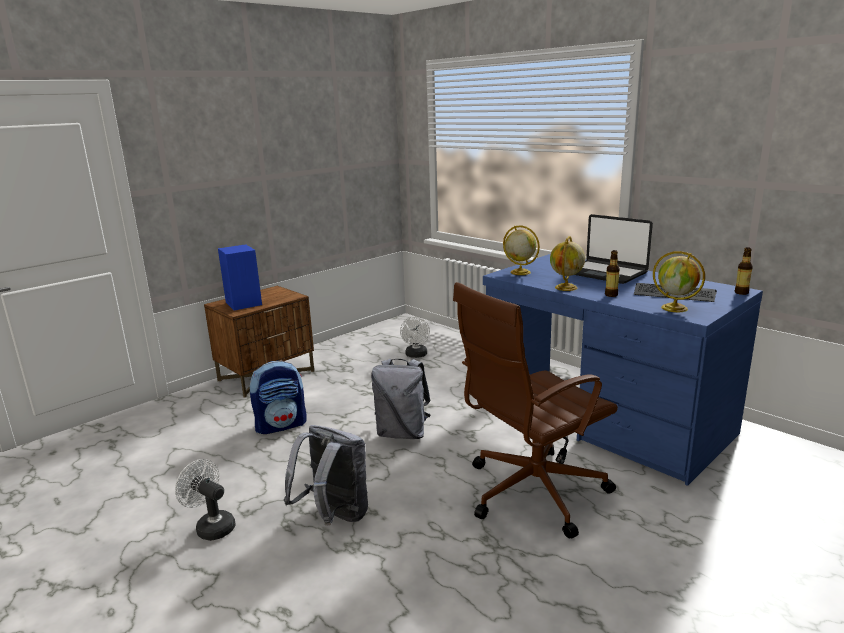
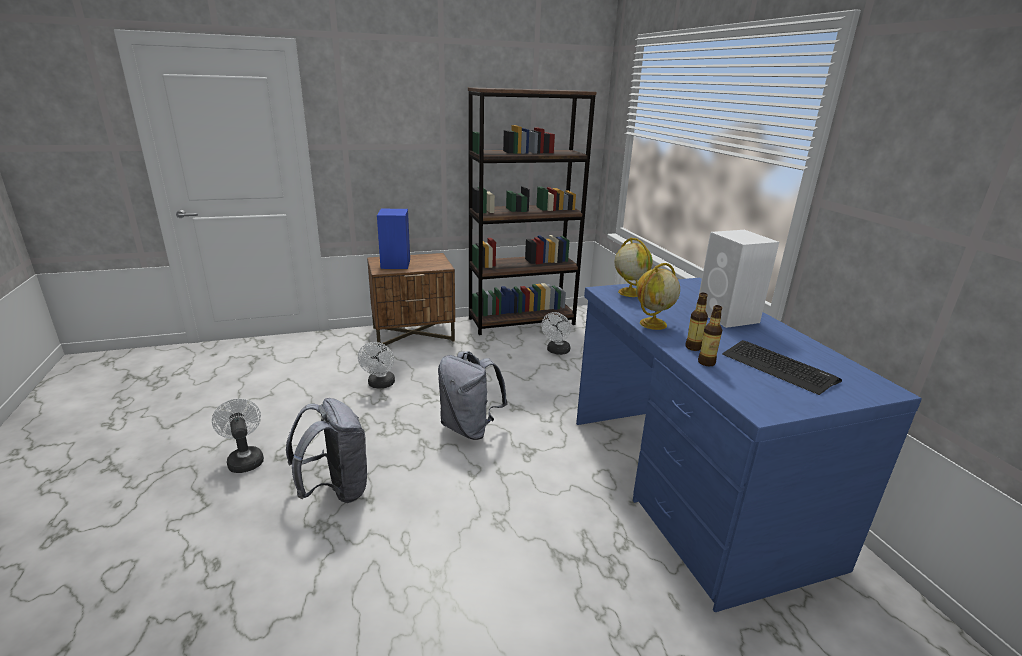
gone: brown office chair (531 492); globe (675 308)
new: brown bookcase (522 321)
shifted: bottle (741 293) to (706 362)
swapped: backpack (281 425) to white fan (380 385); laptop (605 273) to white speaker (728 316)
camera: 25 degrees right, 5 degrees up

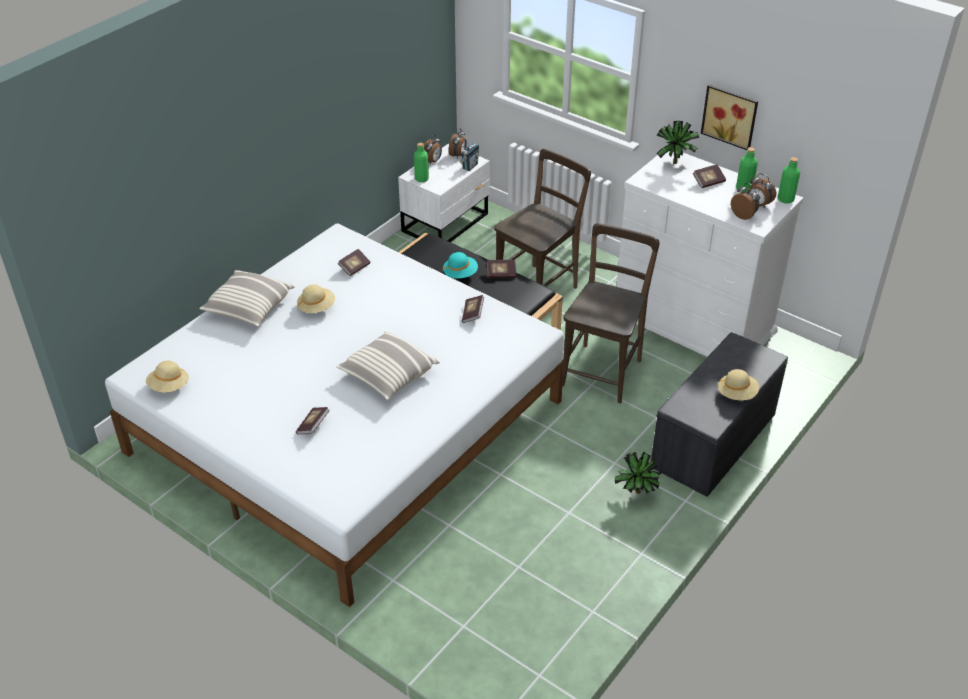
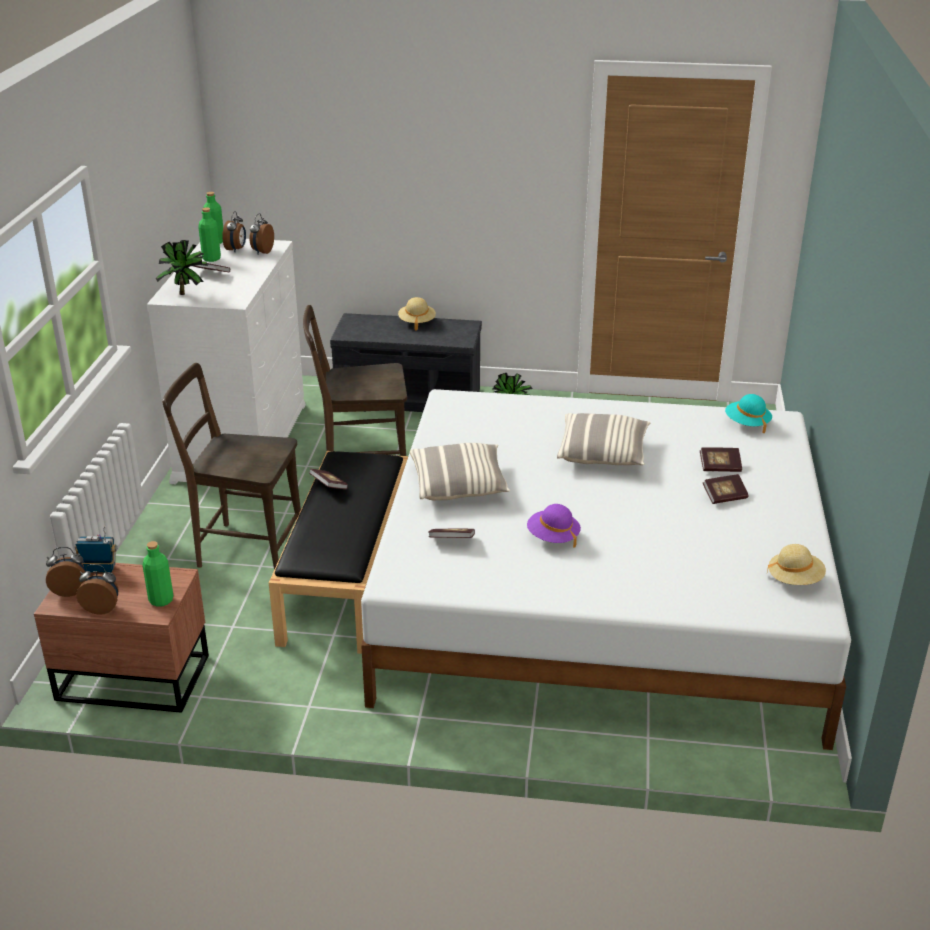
gone: picture (730 116)
shifted: pillow (249 308) to (459 485); book (472 314) to (724 497); turquoise hat (460 274) to (747 423)
repainted: white nightstand (447 222) to brown nightstand (132 675); beige hat (316 307) to purple hat (553 537)
camera: 120 degrees left, 10 degrees down

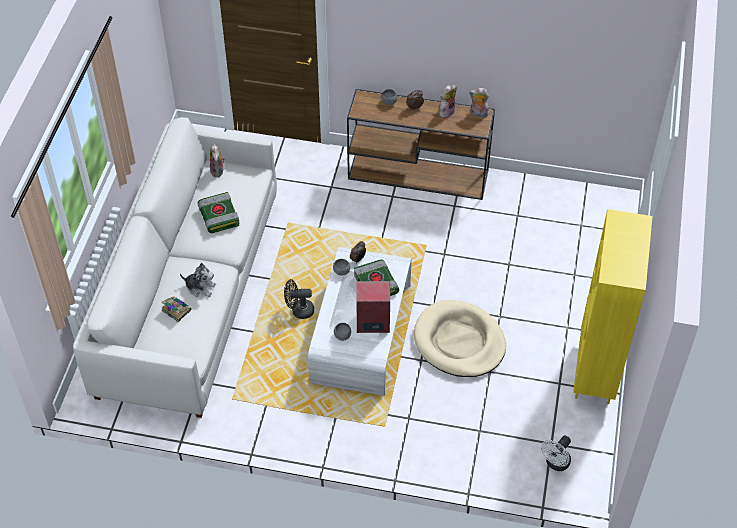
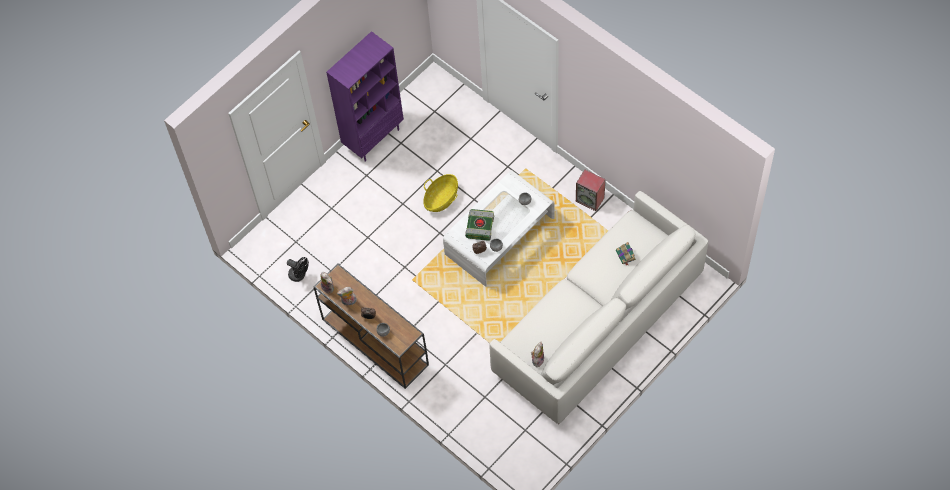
gone: plush toy (200 287); book (218 216); white fan (555 464)
shifted: black fan (299 311) to (299 275); speaker (372 323) to (590 199)
swapped: beige dog bed (459 342) to basket (441 199)
repainted: yellow bookcase (596 373) to purple bookcase (373 138)
camera: 145 degrees left, 10 degrees up

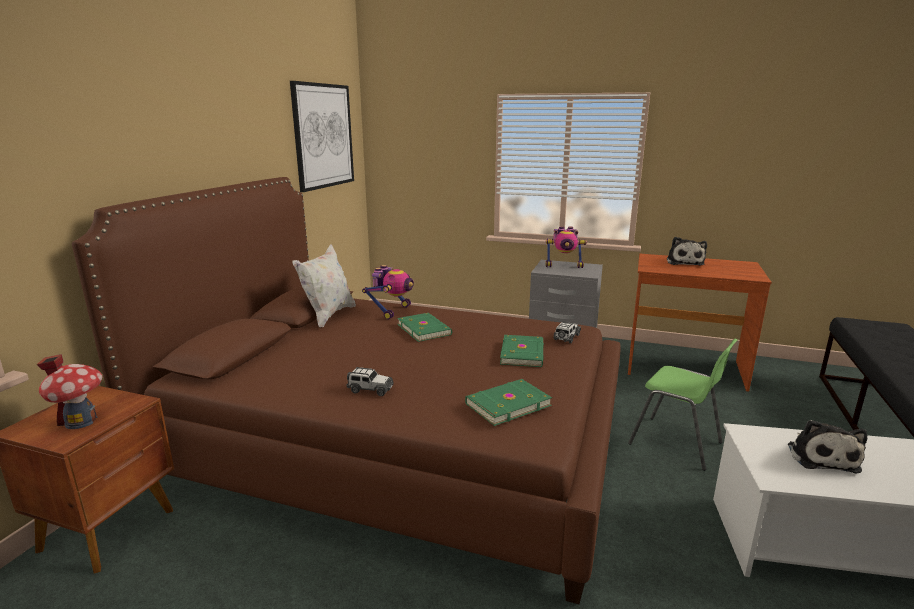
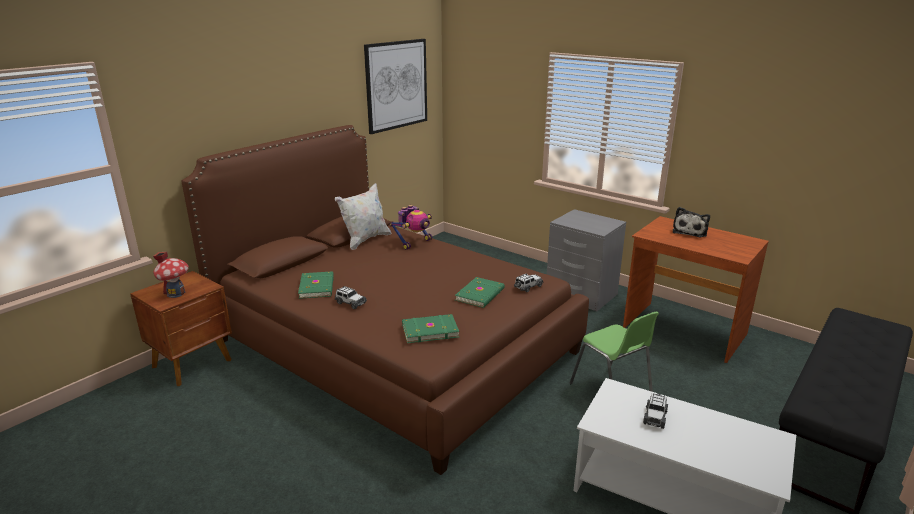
gone: toy robot (564 266)
shifted: green book (424 329) to (317 287)
swapped: plush toy (821 456) to toy car (655 417)
camera: 20 degrees right, 5 degrees up

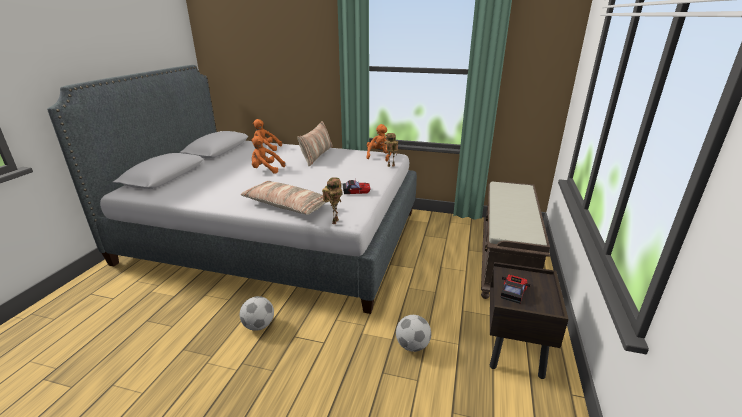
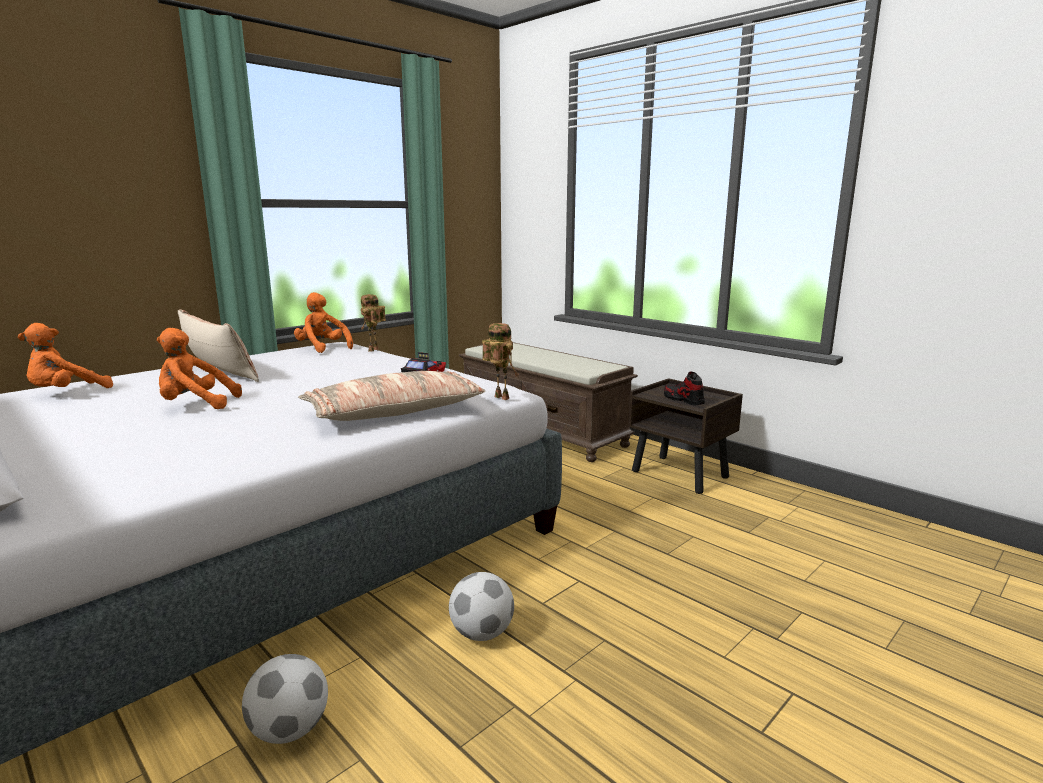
shifted: football (412 346) to (289 730)
swapped: toy car (513 291) to shoe (683 400)
rotated: orange plush toy (266 170) = (195 405) 45 degrees clockwise
camera: 60 degrees left, 10 degrees down

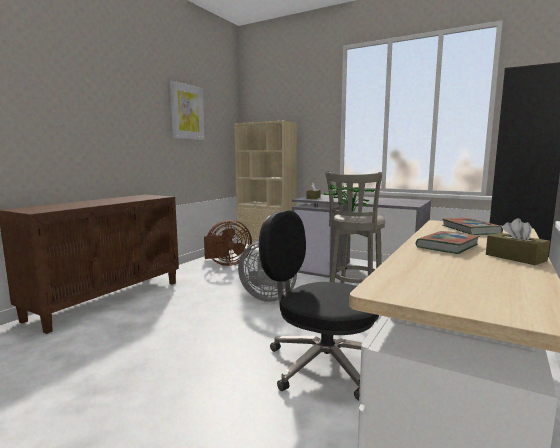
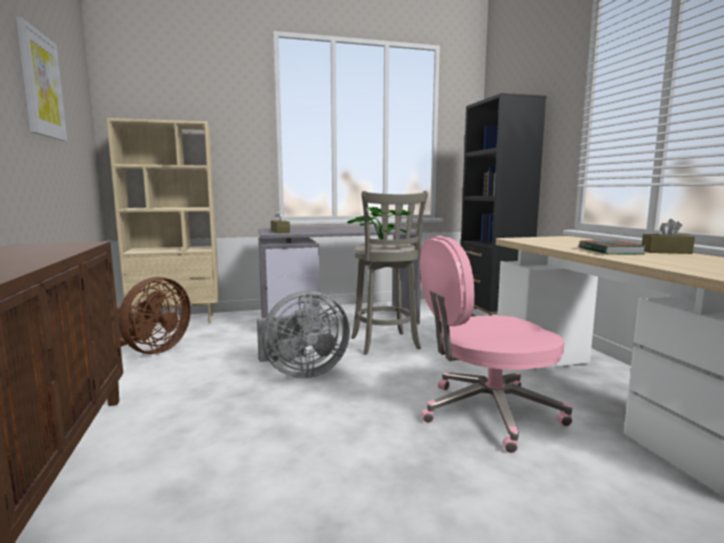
gone: book (470 230)
repainted: black office chair (321 364) to pink office chair (487 413)
camera: 45 degrees left, 0 degrees up

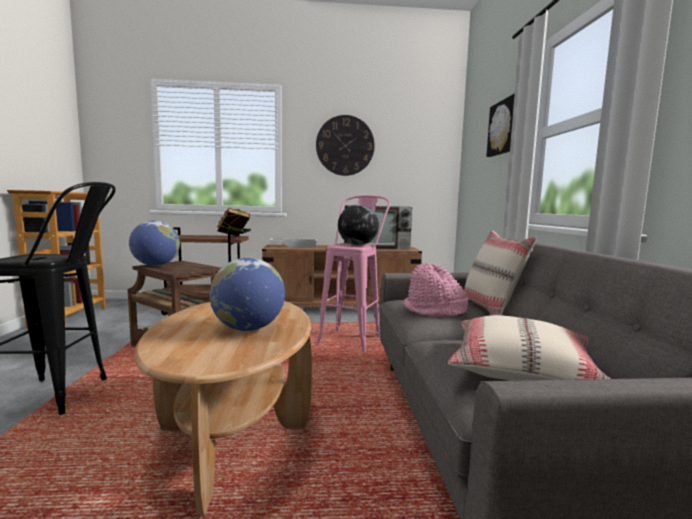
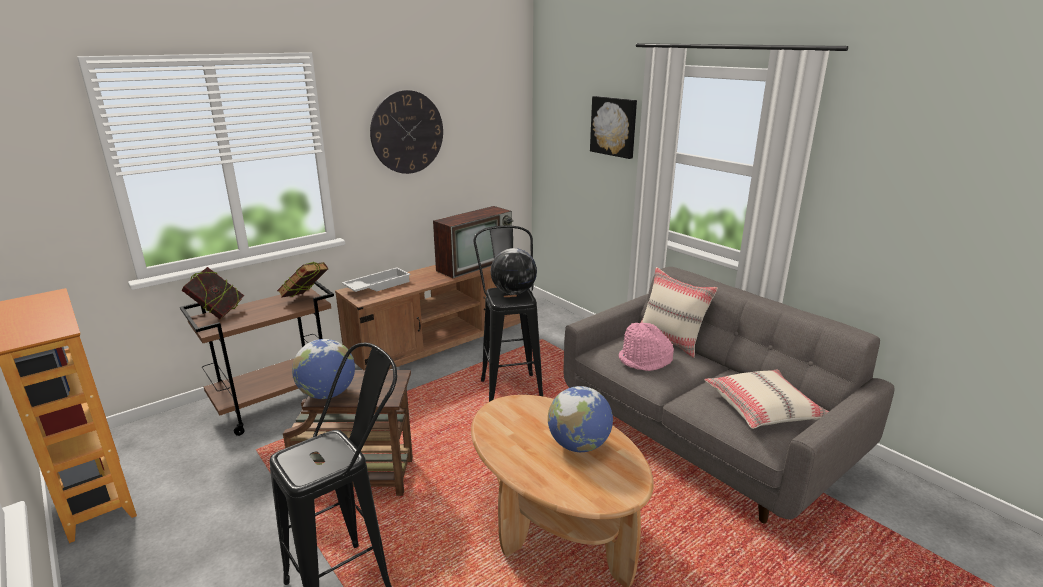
new: book (218 313)
repainted: pink stool (353 337) to black stool (509 385)
camera: 35 degrees left, 15 degrees up

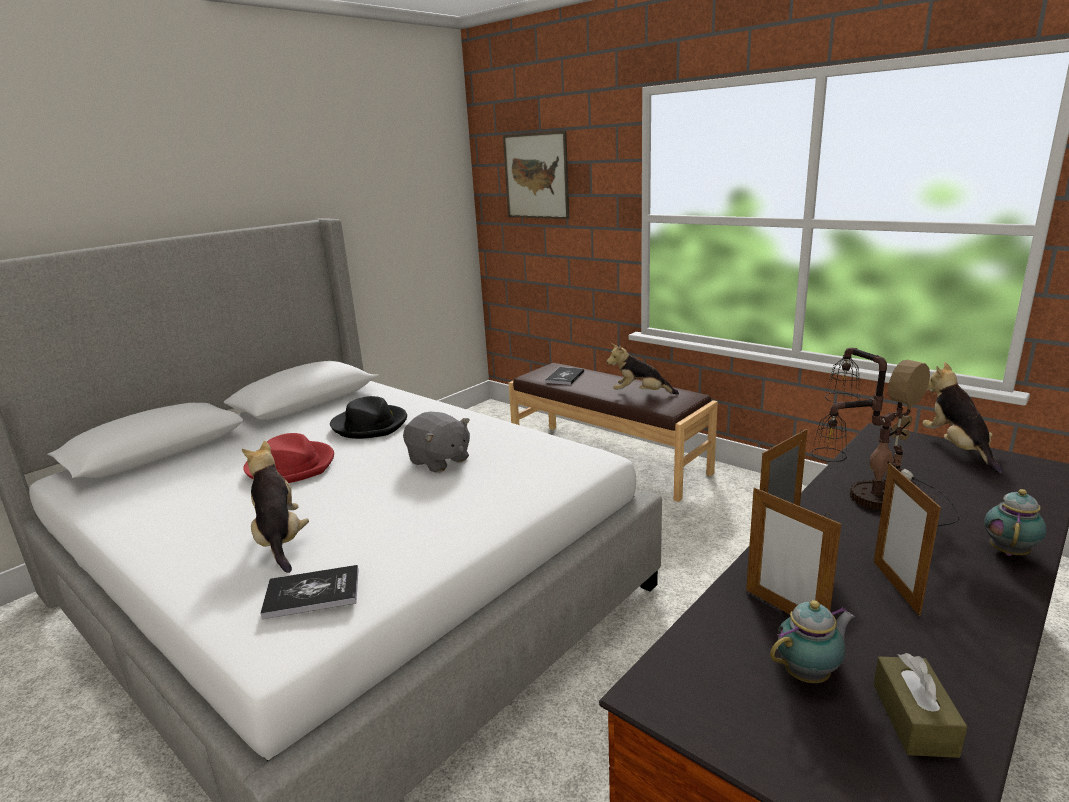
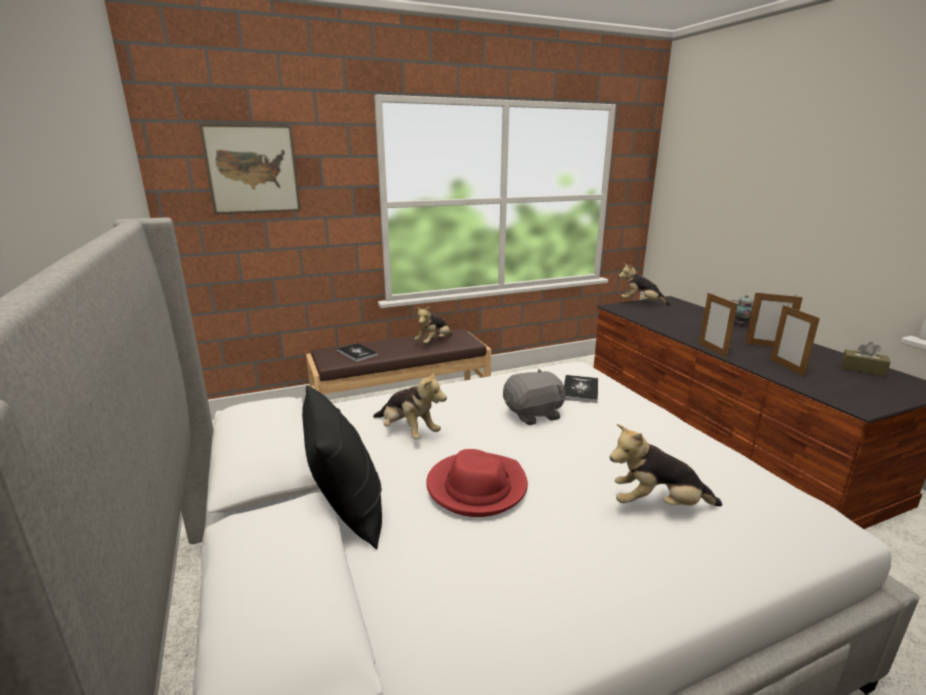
gone: teapot (809 674); table lamp (871 498)
new: black pillow (348 510)
shifted: book (312 593) to (580 390)
swapped: black hat (370 425) to plush toy (408 432)
rotated: picture frame (784 611) = (786 367) 90 degrees clockwise
camera: 65 degrees left, 0 degrees up

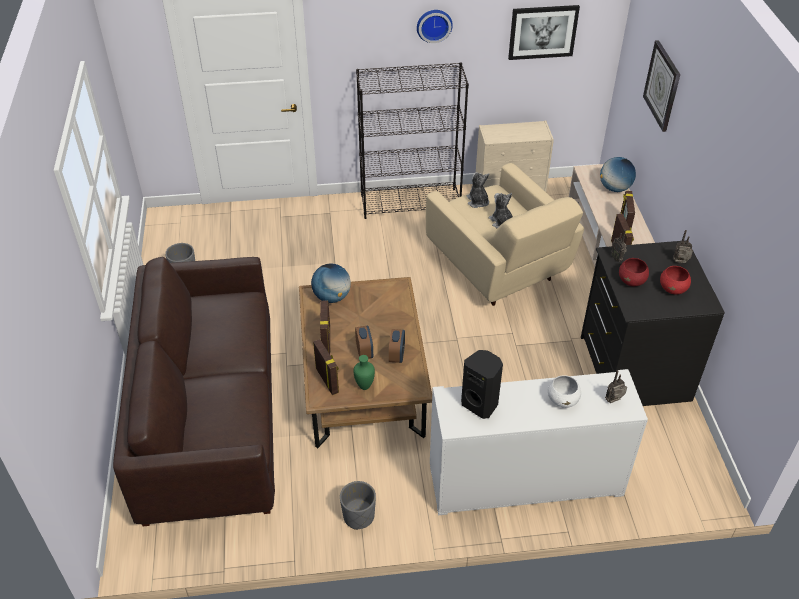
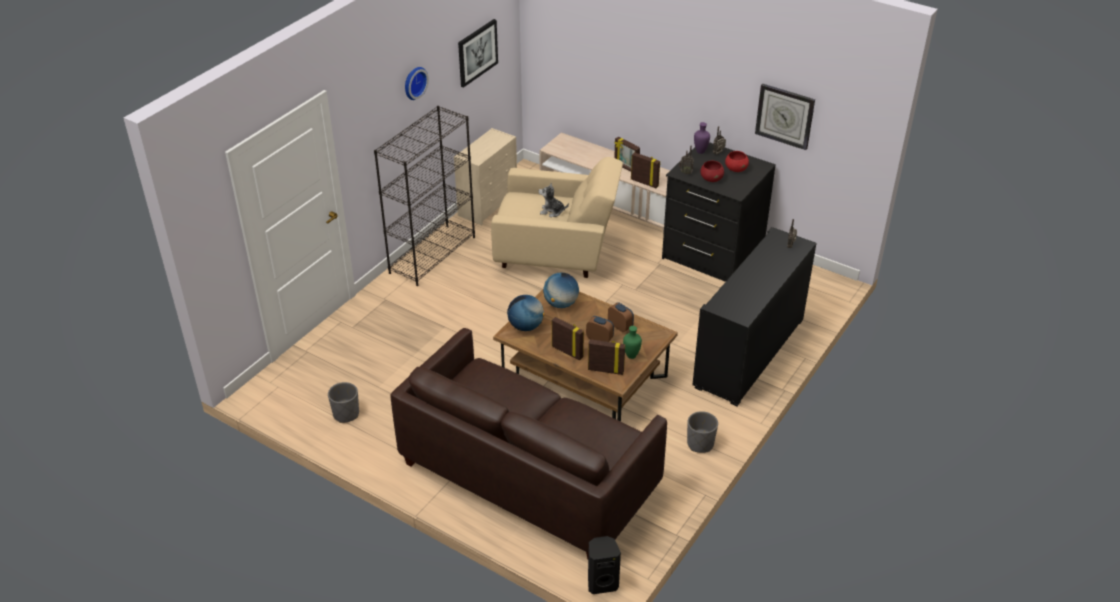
gone: plush toy (477 202); white bowl (563 399)
new: purple vase (700 152)
shifted: globe (614 188) to (561 304); black speaker (480 404) to (602 583); wall clock (662 85) to (785 116)
repainted: white cabinet (525 480) to black cabinet (749 352)
camera: 50 degrees left, 5 degrees down

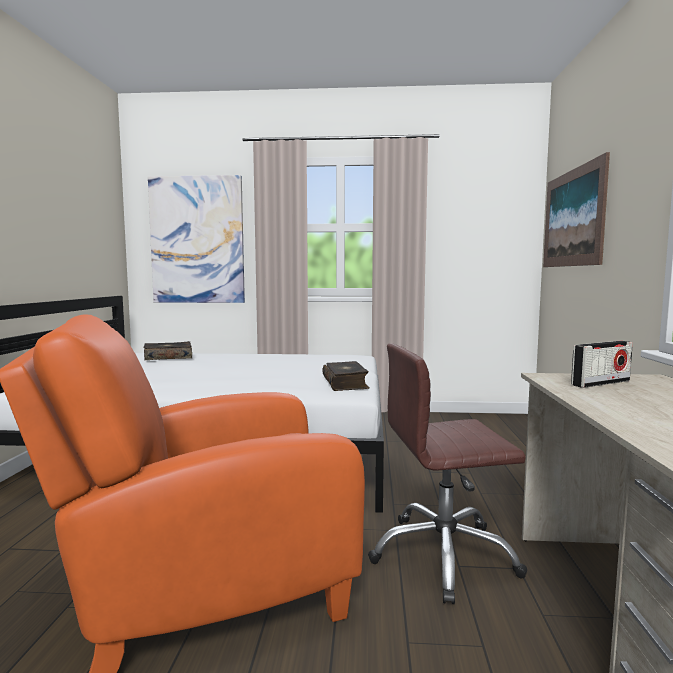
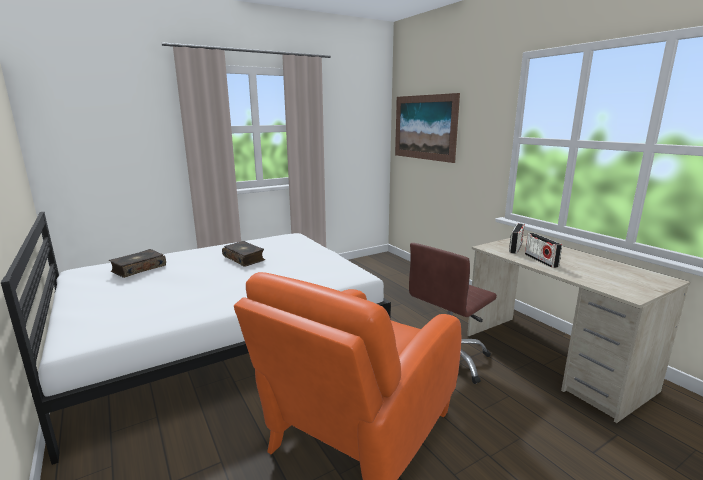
gone: picture (197 240)
new: radio (541 260)
shifted: book (346 383) to (244 258)
camera: 35 degrees left, 10 degrees up

